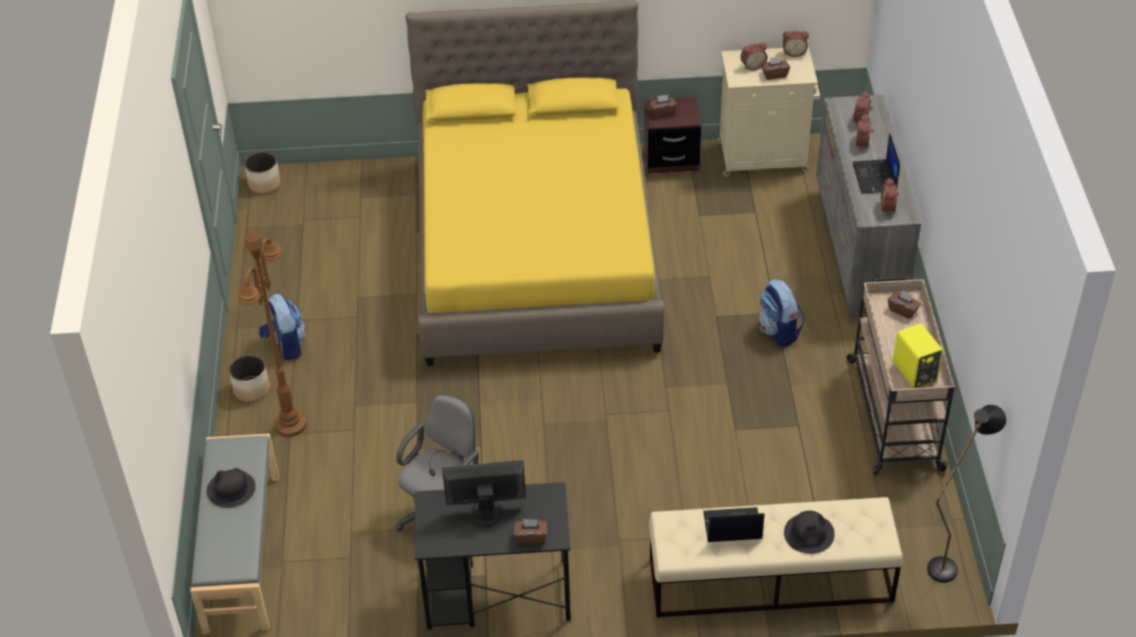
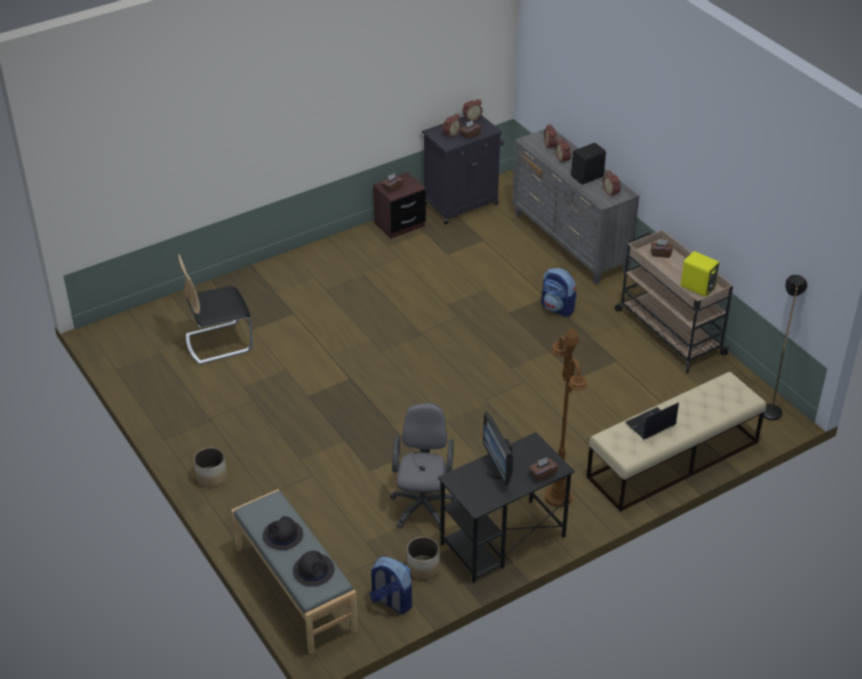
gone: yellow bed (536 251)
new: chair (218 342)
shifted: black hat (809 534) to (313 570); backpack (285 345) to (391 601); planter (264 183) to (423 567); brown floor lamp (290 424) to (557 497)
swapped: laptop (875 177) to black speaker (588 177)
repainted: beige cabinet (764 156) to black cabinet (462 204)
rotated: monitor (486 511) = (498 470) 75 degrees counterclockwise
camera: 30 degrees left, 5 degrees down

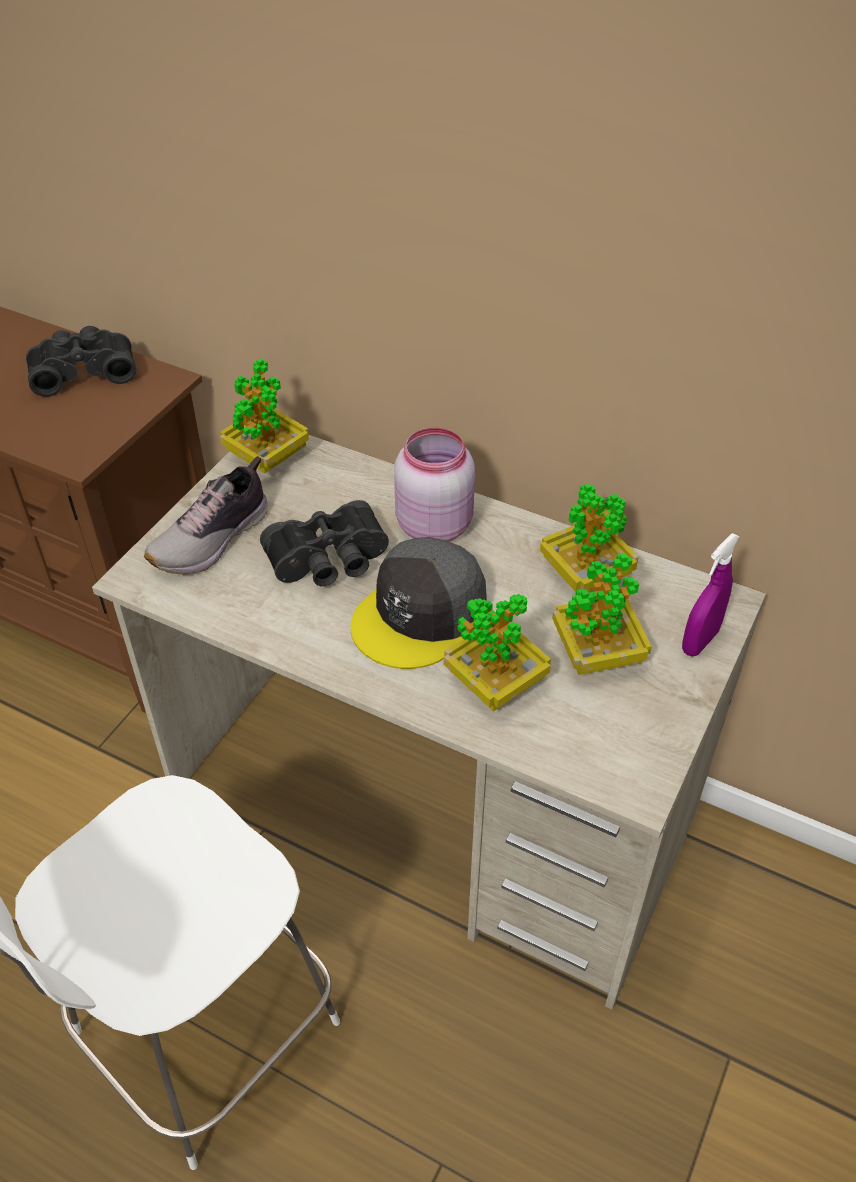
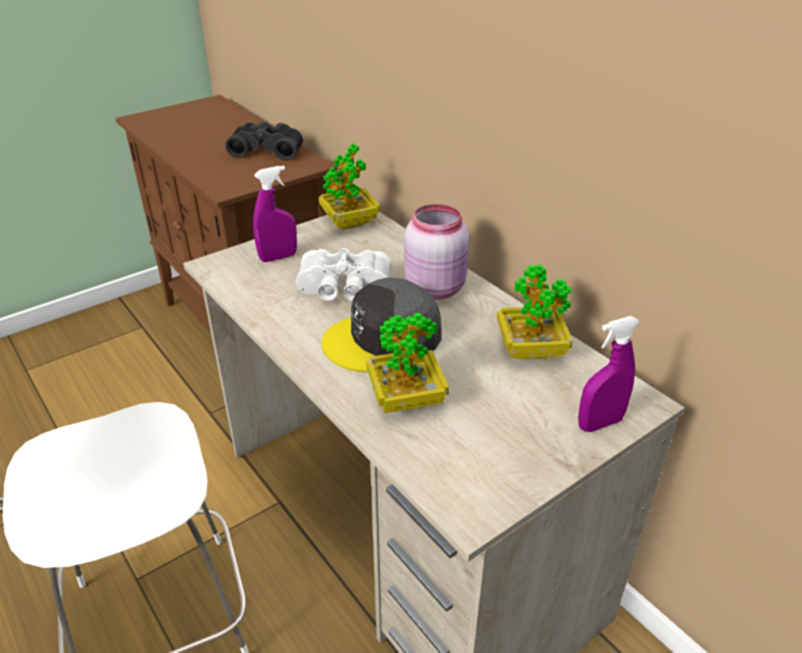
gone: potted plant (597 654)
swapped: shoe (213 539) to purple spray bottle (278 257)
repainted: black binoculars (329 562) to white binoculars (344 290)
camera: 25 degrees right, 10 degrees down

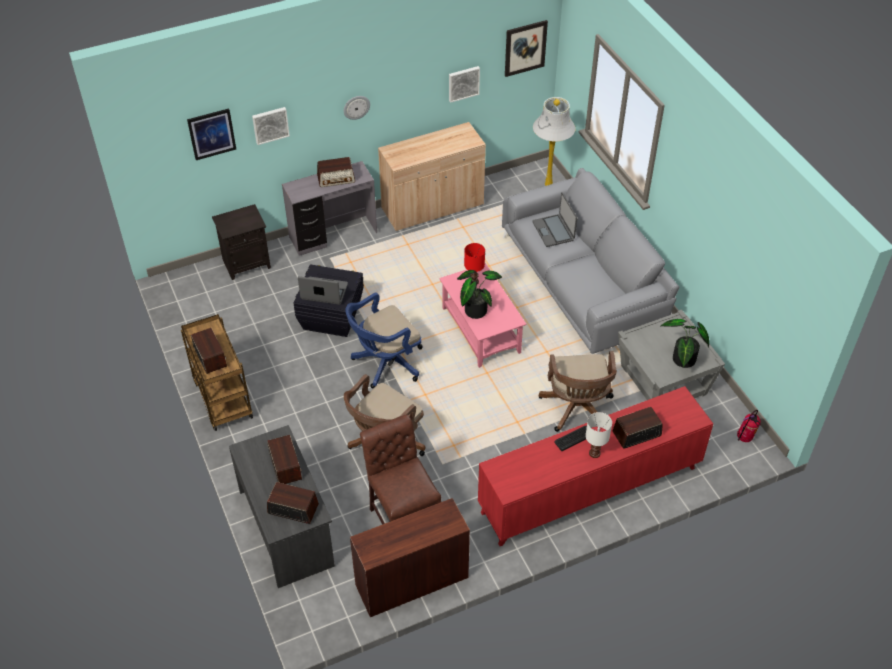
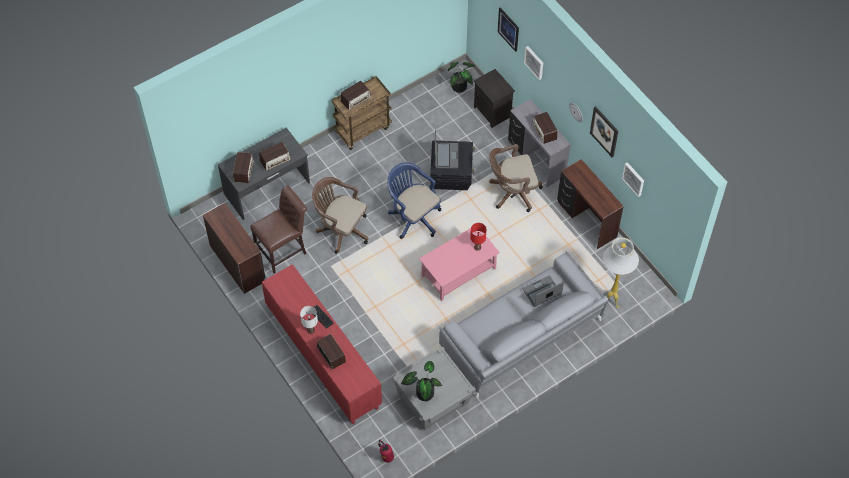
shifted: potted plant (475 308) to (461 86); brown office chair (577 410) to (512 192); picture (525 48) to (604 131)
swapped: beige cabinet (432 207) to brown desk (586 220)
camera: 80 degrees right, 10 degrees up

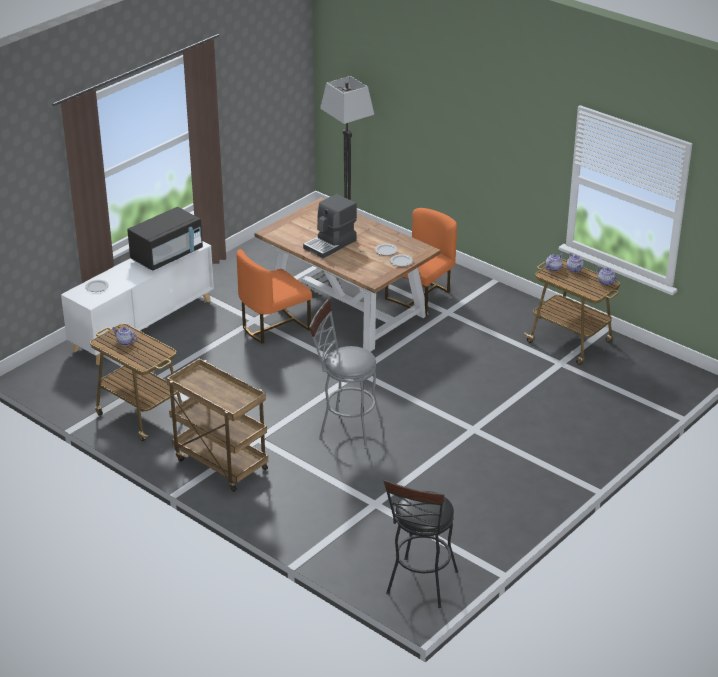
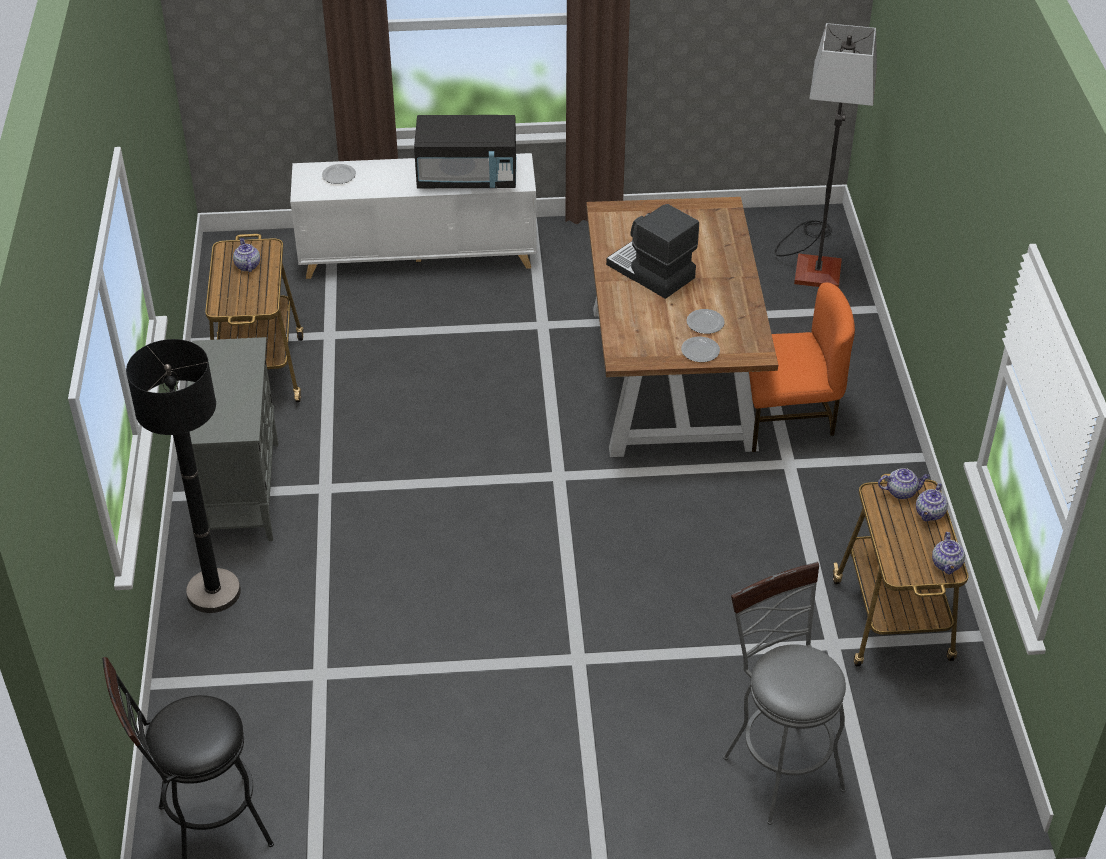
gone: orange chair (274 327)
new: black floor lamp (213 592)
shifted: grey stool (345 428) to (778 765)
swapped: brown cart (219 464) to grey cabinet (242 491)
rotated: coffee machine (331 244) = (650 272) 45 degrees clockwise
camera: 45 degrees right, 10 degrees up

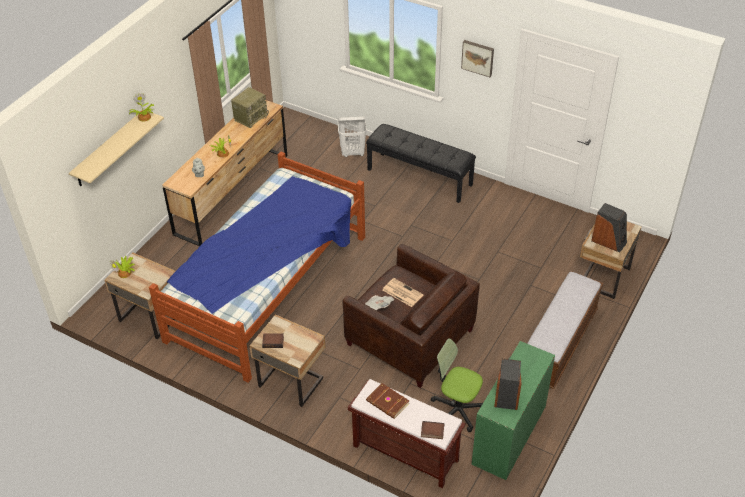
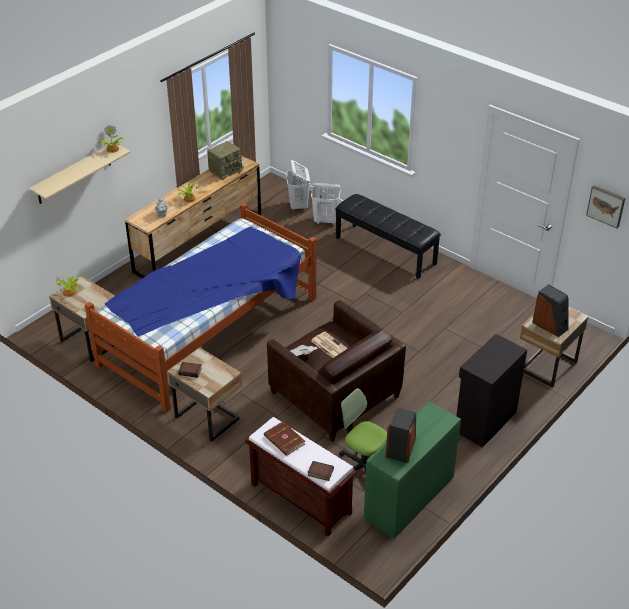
new: white laundry basket (298 206)
shifted: picture (478 57) to (606 205)
swapped: bench (559 343) to black cabinet (484 421)
camera: 10 degrees right, 5 degrees down

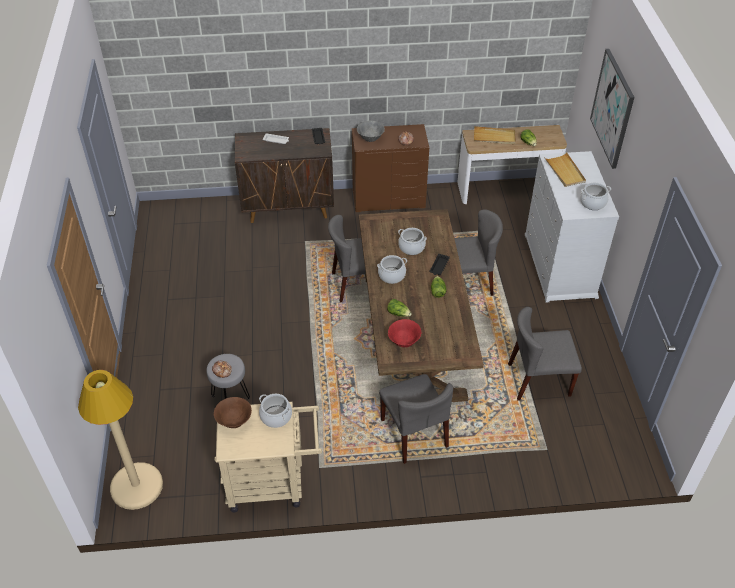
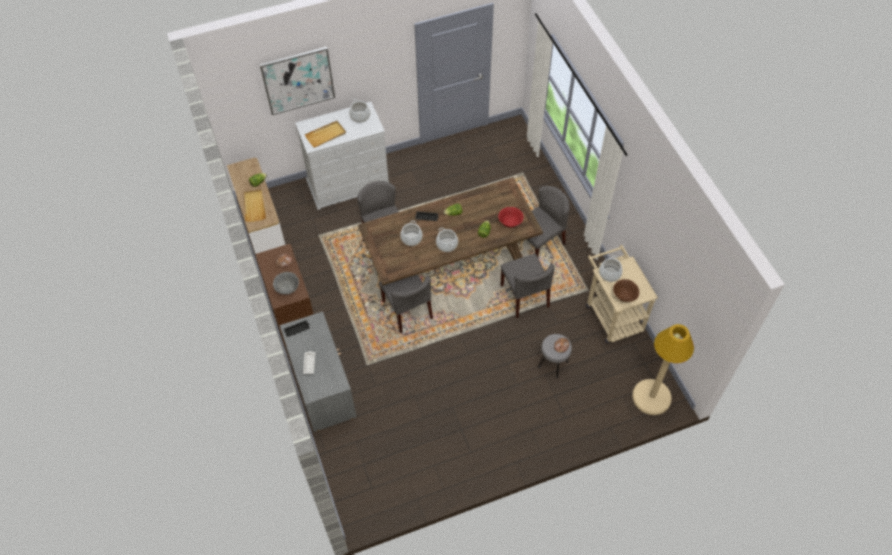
shifted: grey chair (538 380) to (525 296)
repainted: brown cabinet (289 207) to grey cabinet (324 392)
camera: 105 degrees left, 10 degrees up

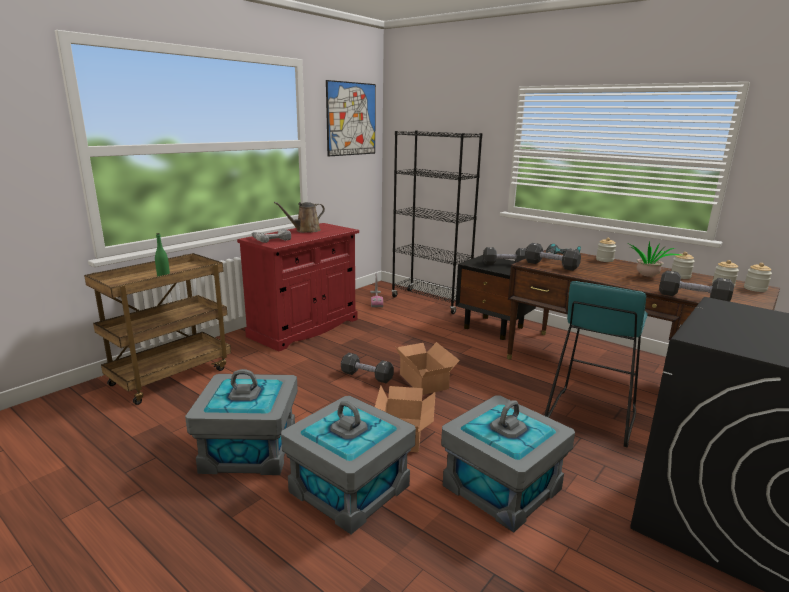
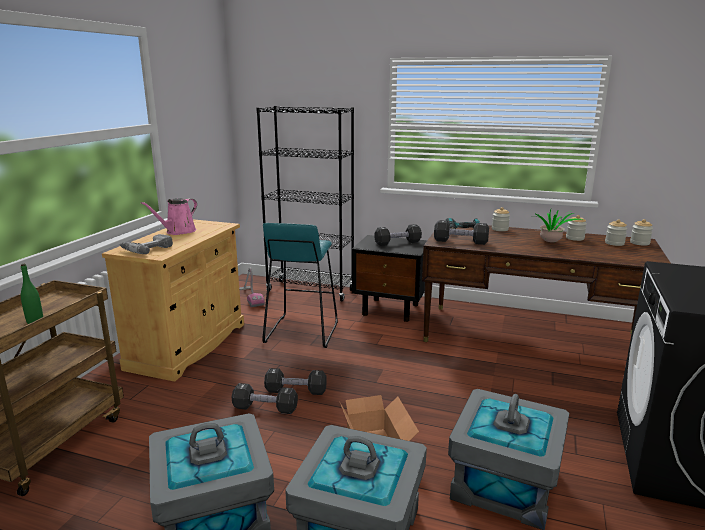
gone: picture (351 119); cardboard box (425 380)
shifted: black dumbbell (692 298) to (265 408); turquoise stool (590 417) to (301 332)
repainted: red cabinet (304 328) to beige cabinet (188 345); brown watering can (305 230) to pink watering can (178 232)
camera: 20 degrees left, 0 degrees up

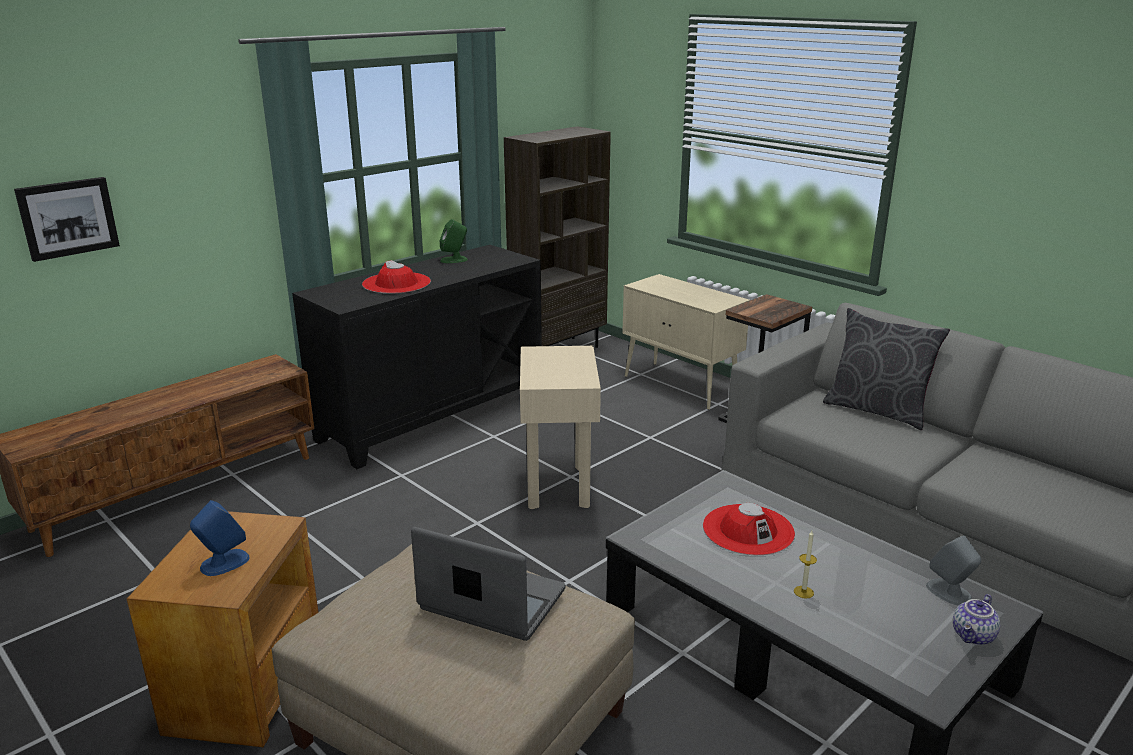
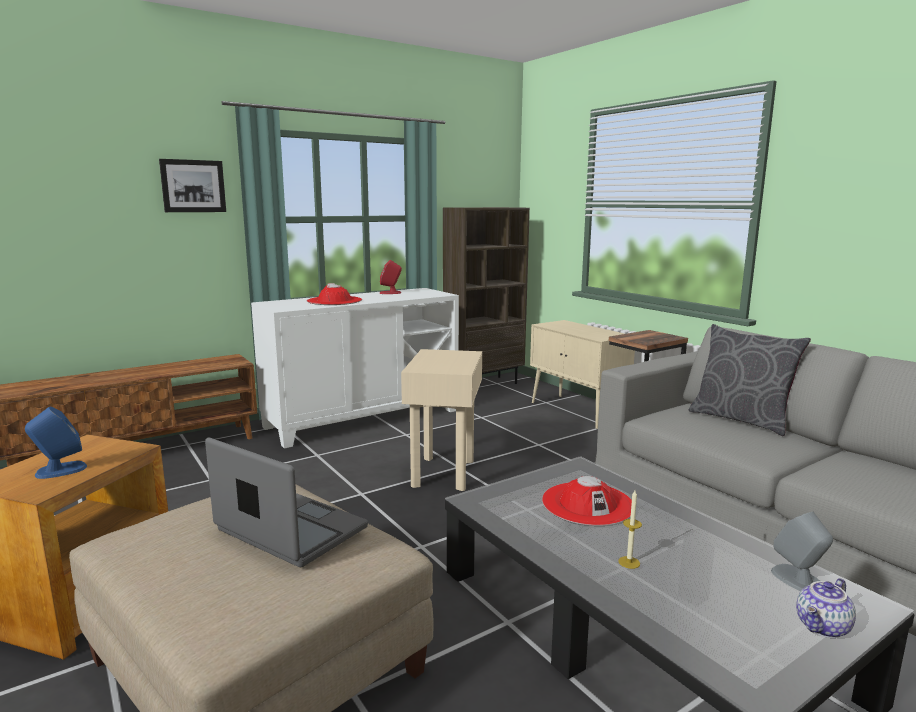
shifted: picture (68 218) to (193 186)
repainted: black cabinet (432 416) to white cabinet (363 418); green speaker (454 260) to red speaker (390 293)
camera: 10 degrees right, 10 degrees down

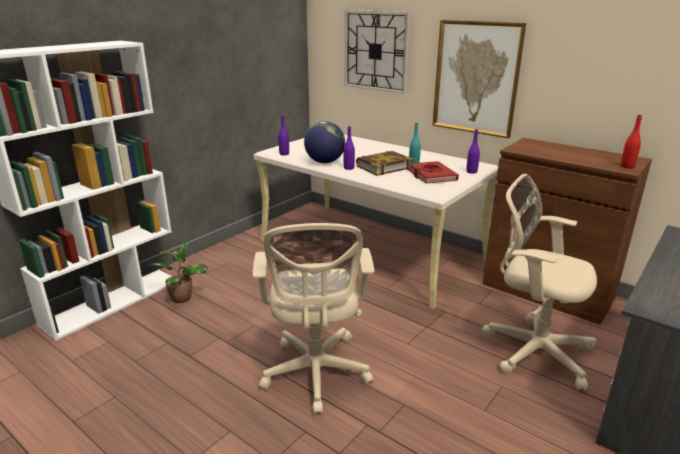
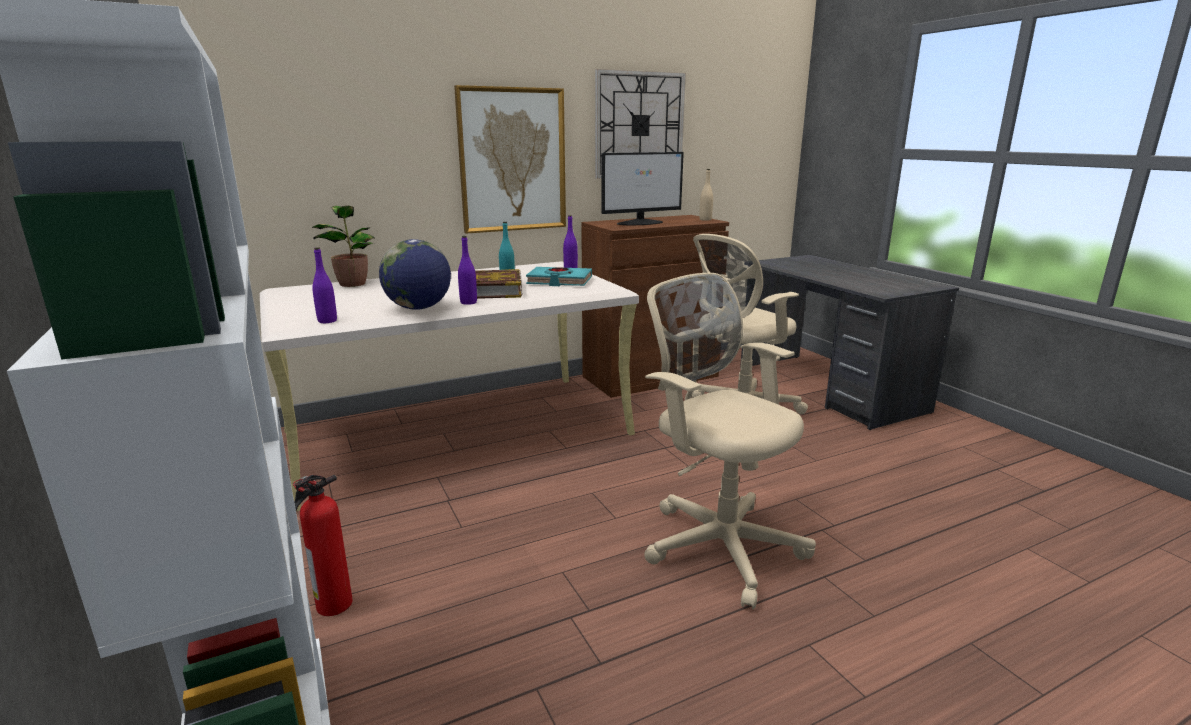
new: fire extinguisher (332 605); monitor (641 223)
shifted: potted plant (182 297) to (351 283); wall clock (376 51) to (639 125)
repainted: red book (431 176) to turquoise book (559 281); red bottle (627 166) to beige bottle (705 219)
rotated: beige office chair (316 375) = (718 543) 150 degrees counterclockwise
camera: 65 degrees left, 5 degrees down

